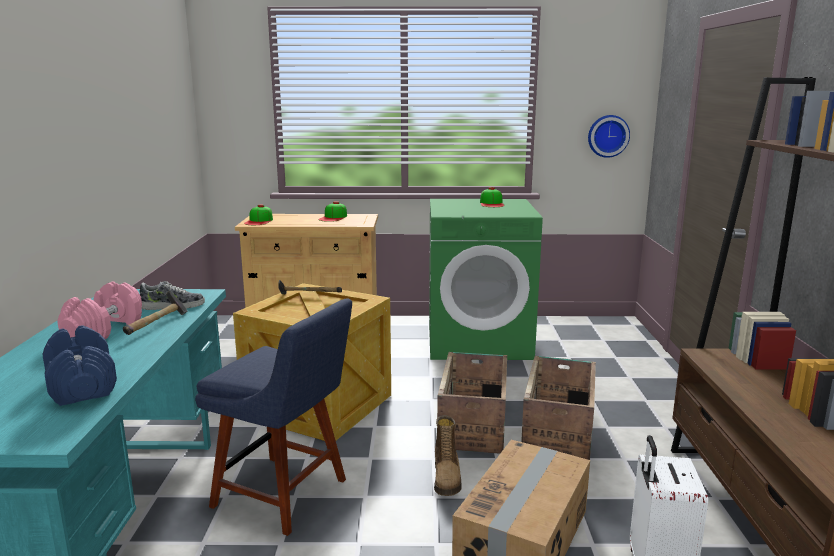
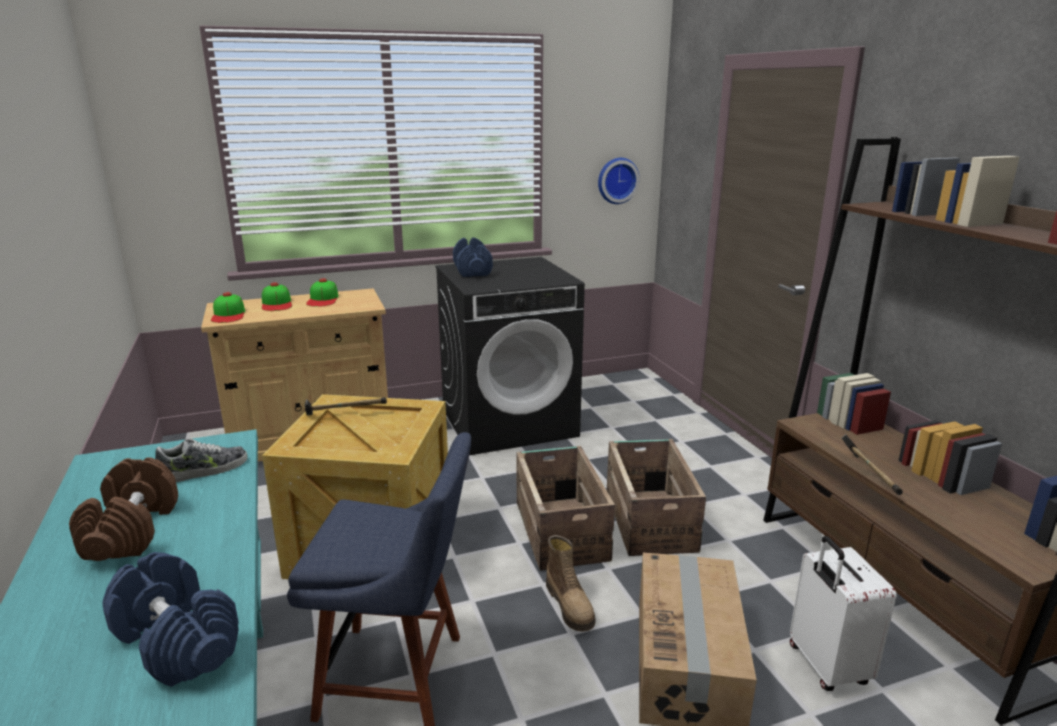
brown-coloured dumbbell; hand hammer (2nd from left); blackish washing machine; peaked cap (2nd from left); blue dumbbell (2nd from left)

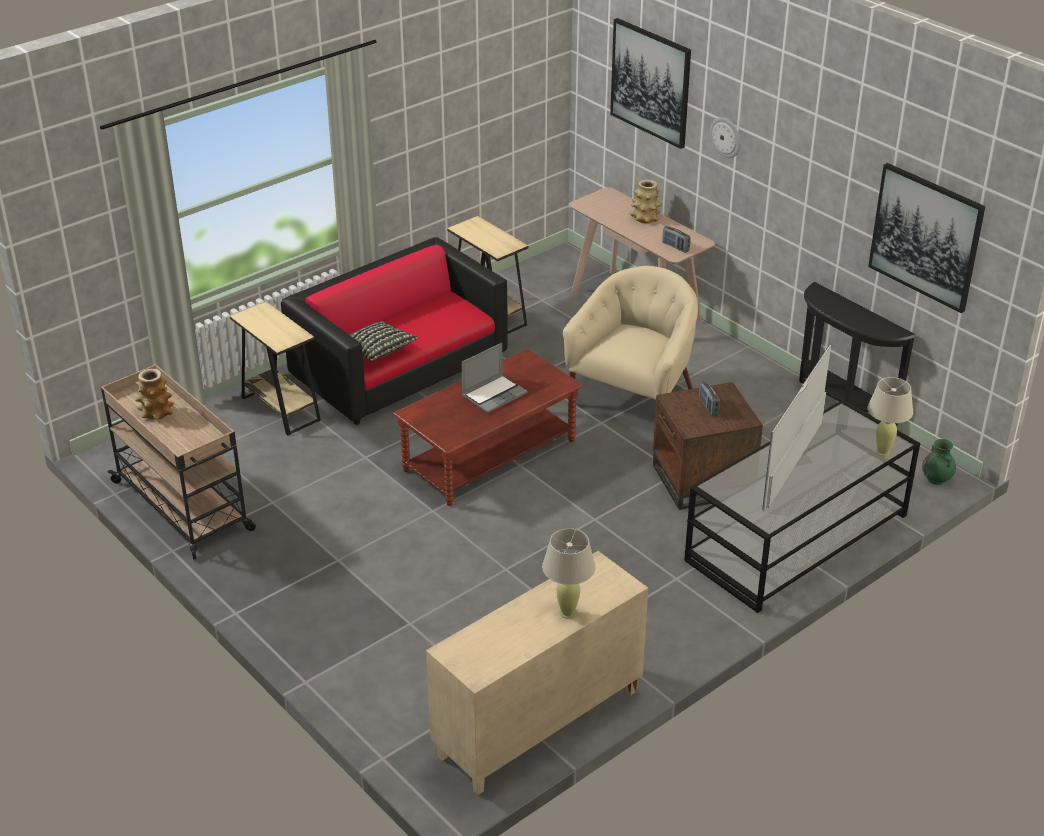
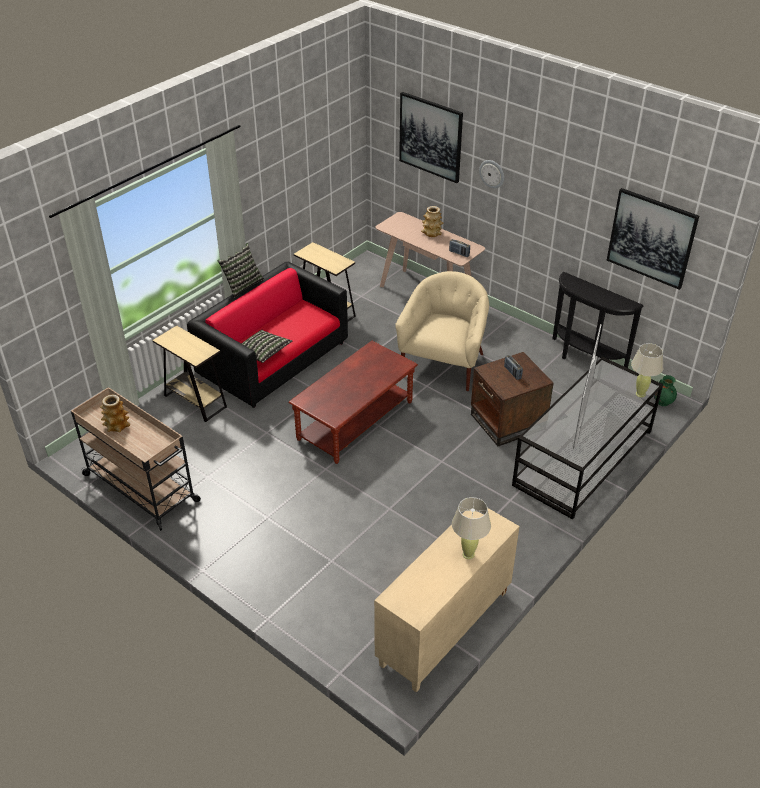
notebook computer; throw pillow (1st from left)

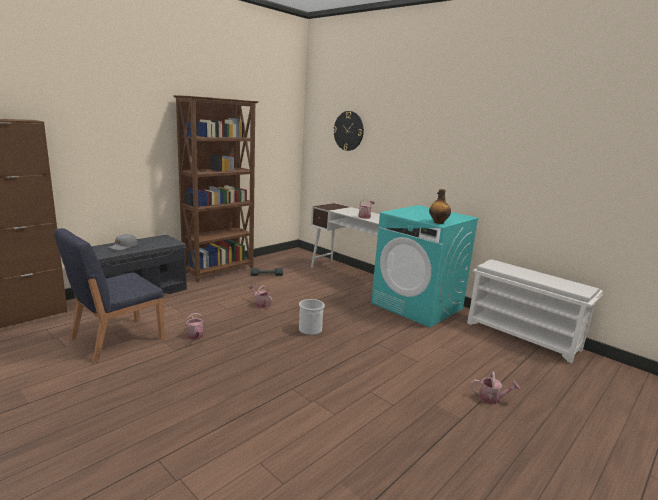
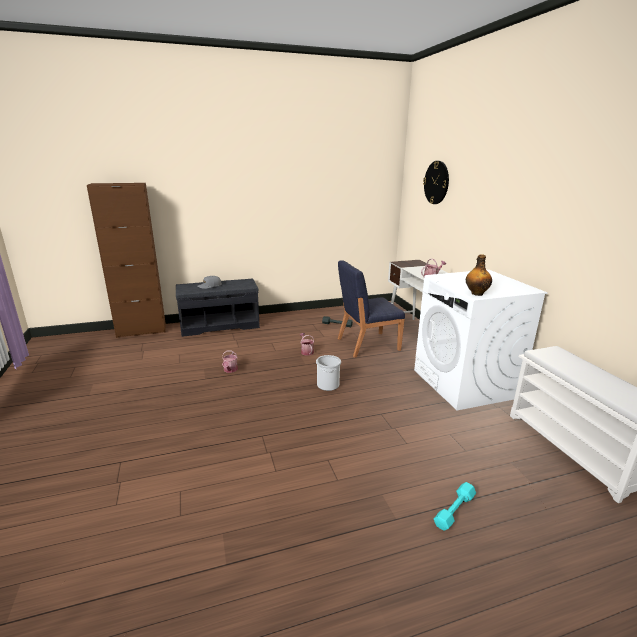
blue chair; brown-coloured shelving unit; white-coloured washing machine; turquoise-coloured dumbbell

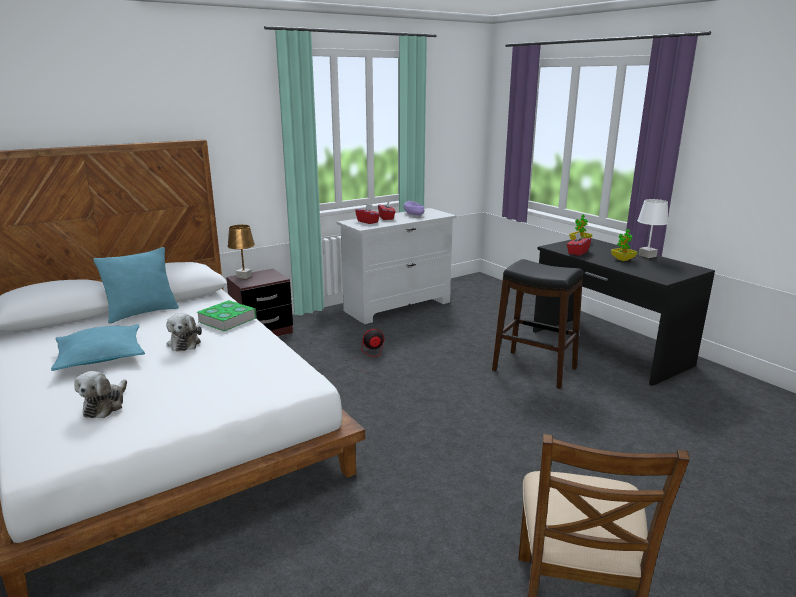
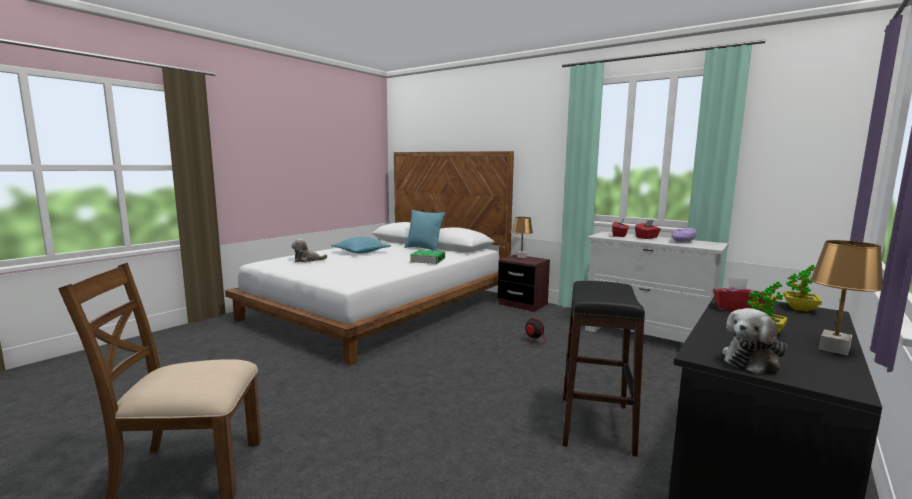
soft toy (2nd from left); brown-coloured tabletop lamp (2nd from left)

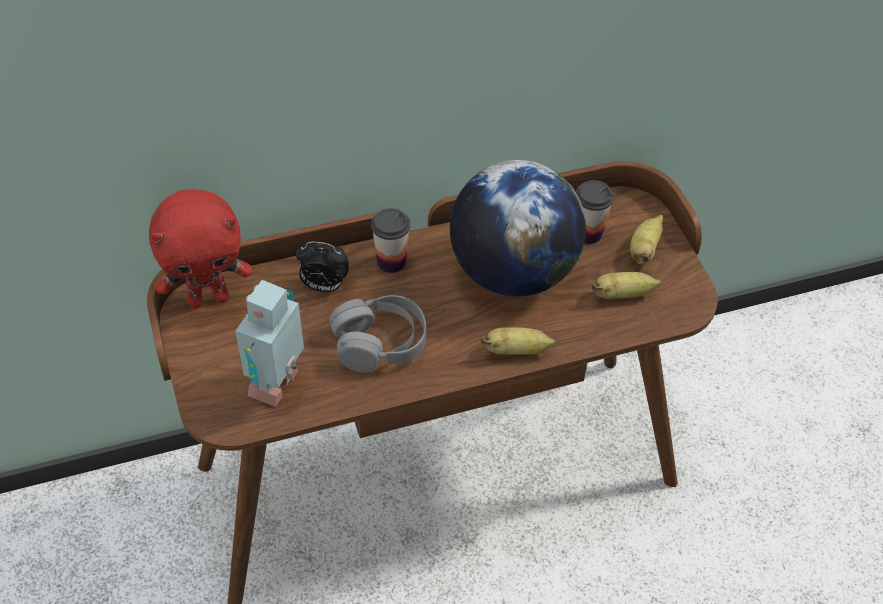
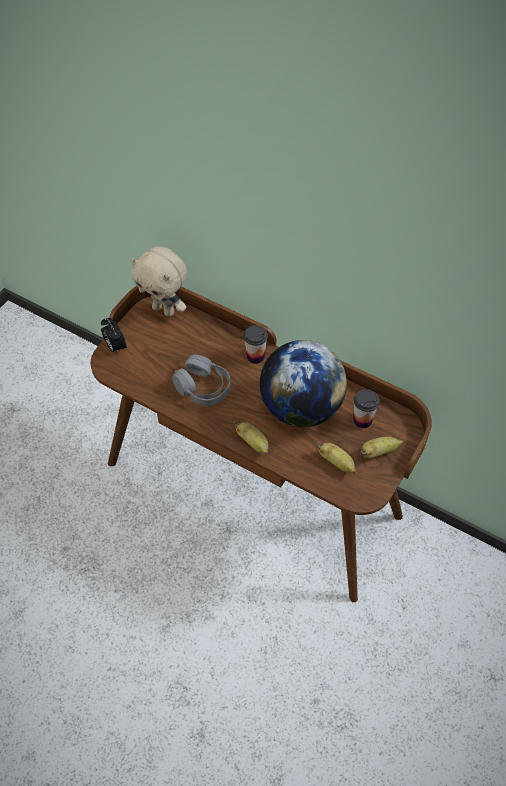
beige-coloured soft toy; toy robot; alarm clock

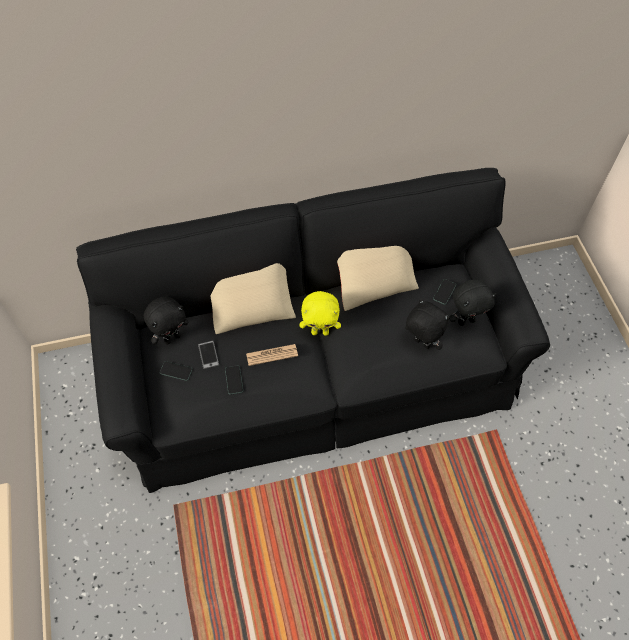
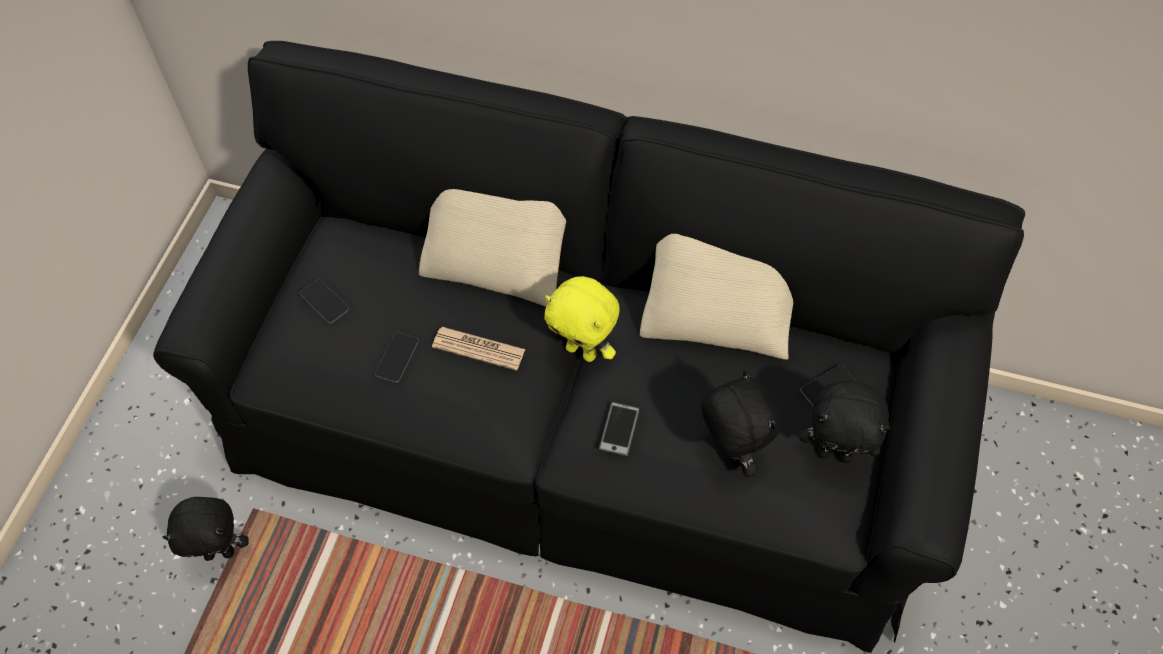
blackish soft toy (1st from left); telephone (3rd from left)

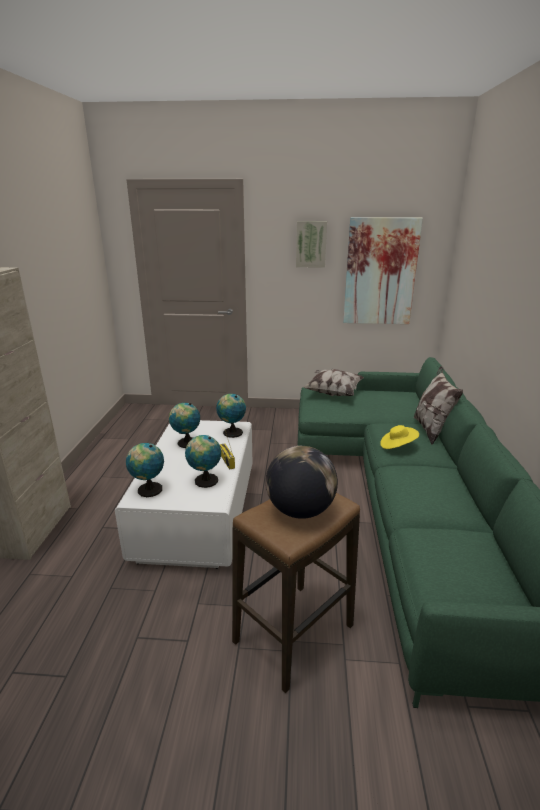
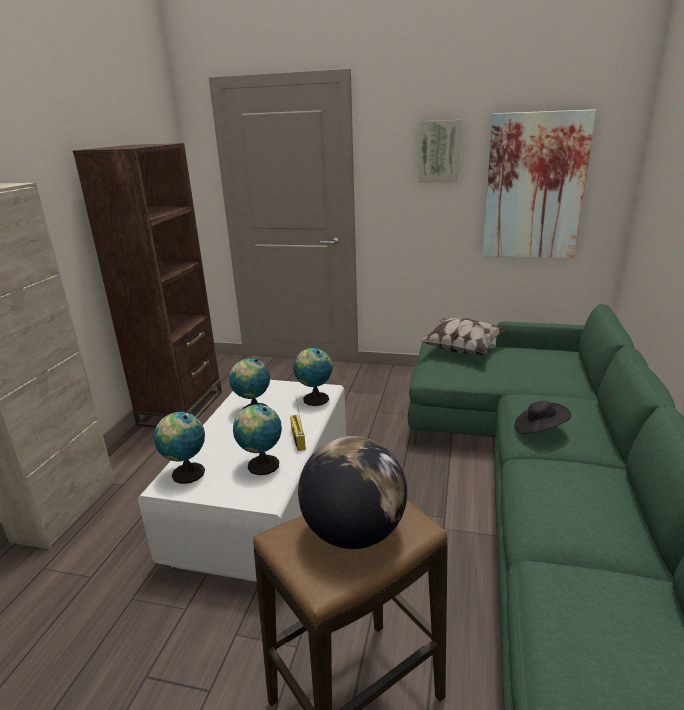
blackish clothing hat; throw pillow (2nd from left in the first image); brown-coloured shelving unit

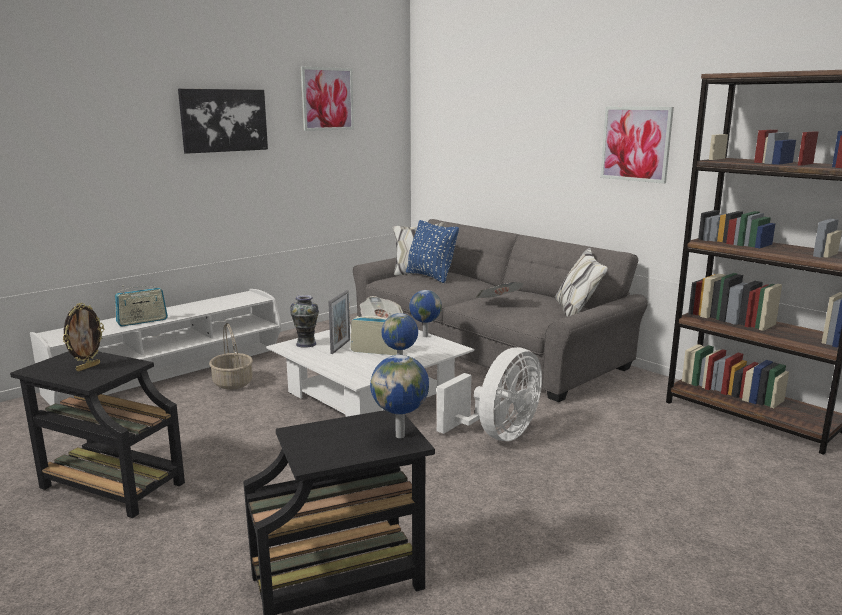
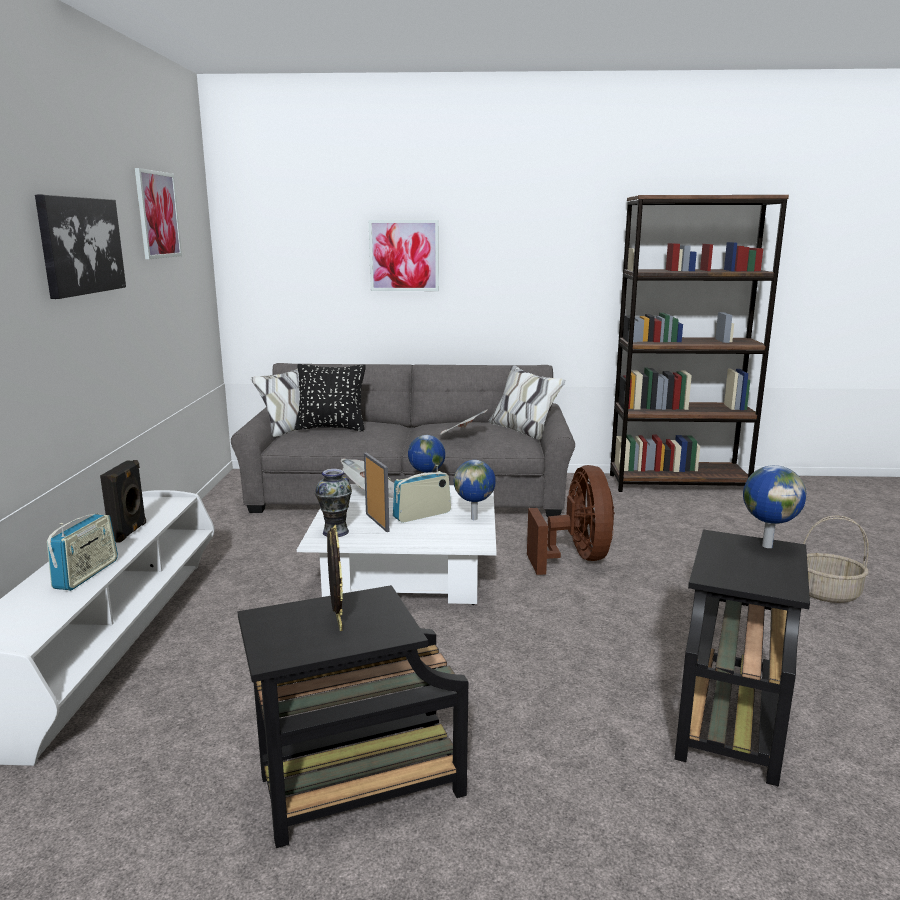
storage basket; blackish throw pillow; brown-coloured fan; wall art (3rd from left); blackish loudspeaker

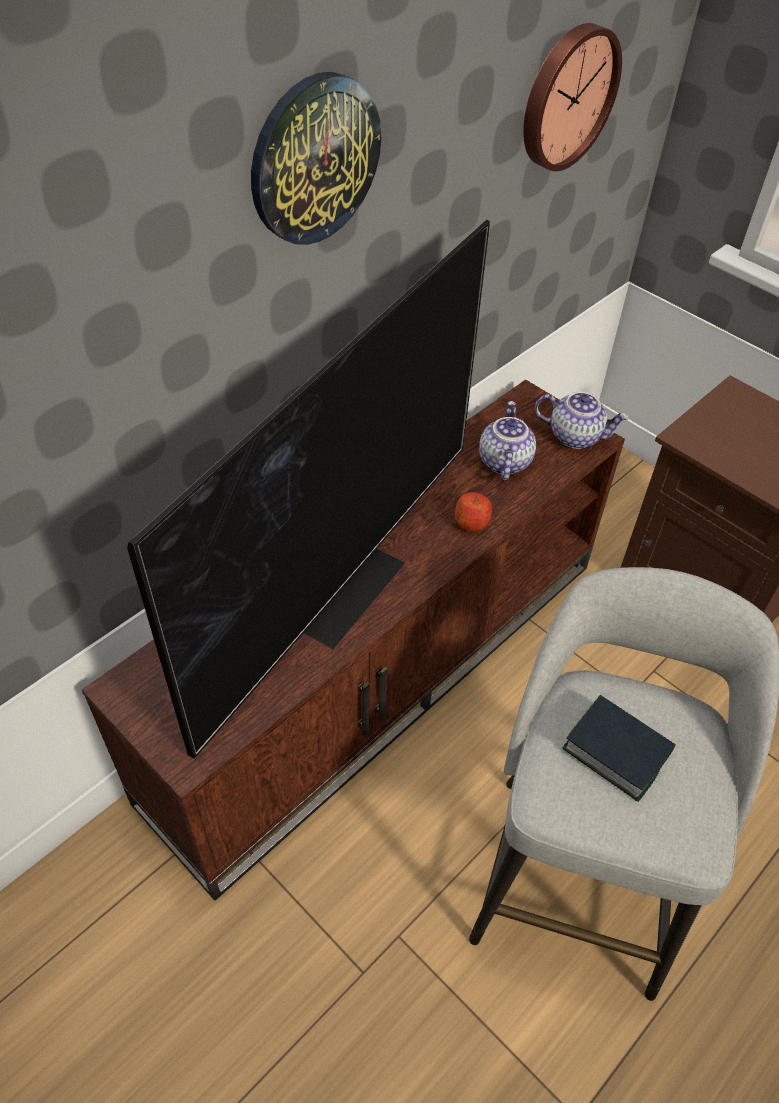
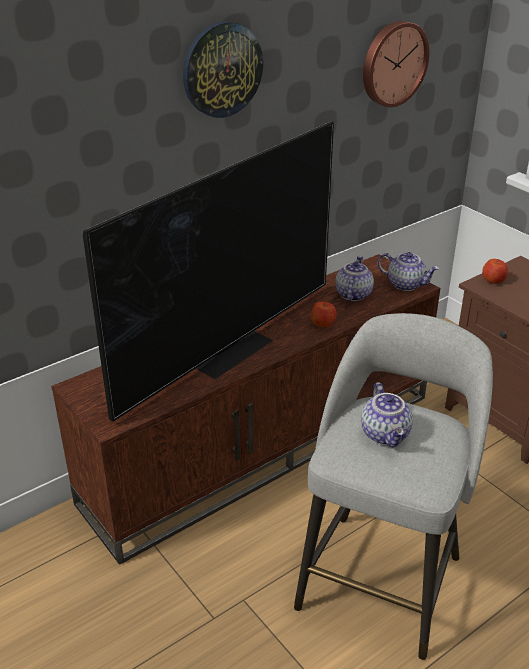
pot for tea (2nd from left); apple fruit (2nd from left)

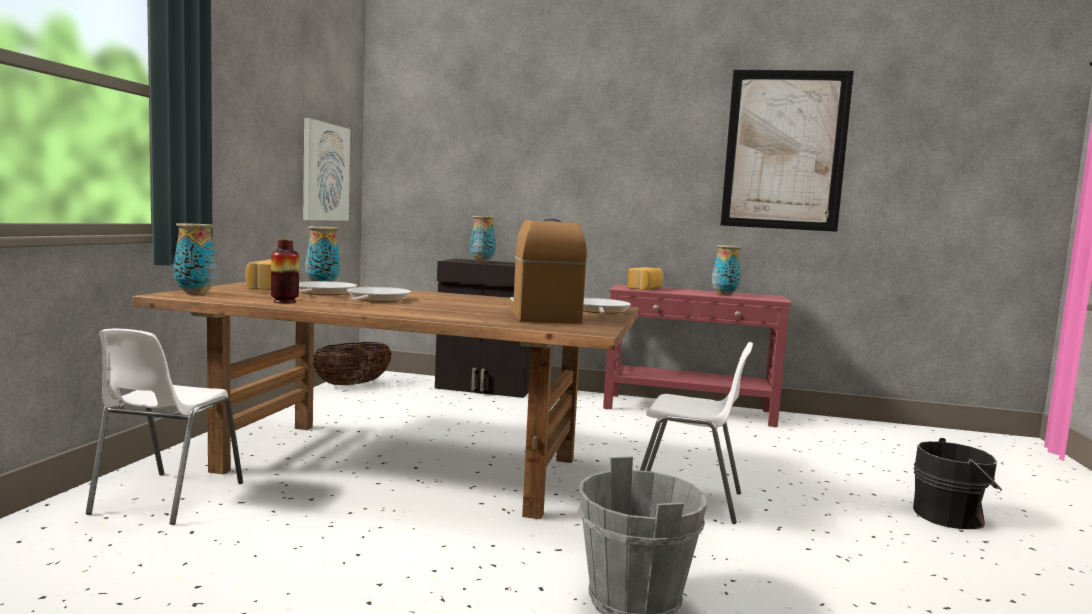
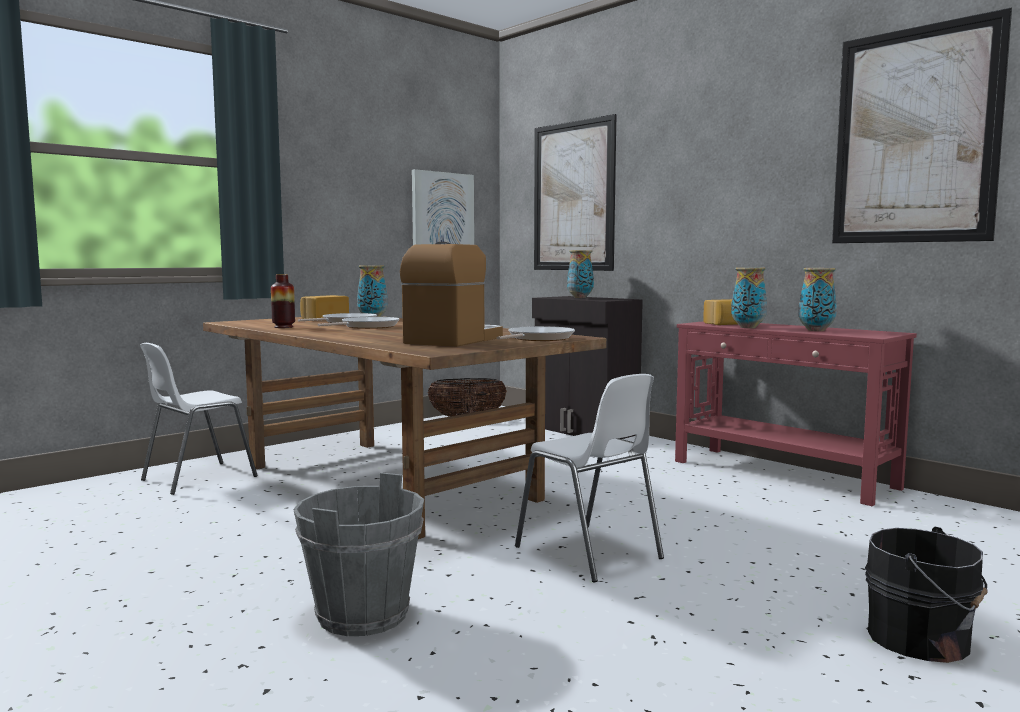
flower vase (4th from left); wall art (2nd from left)

